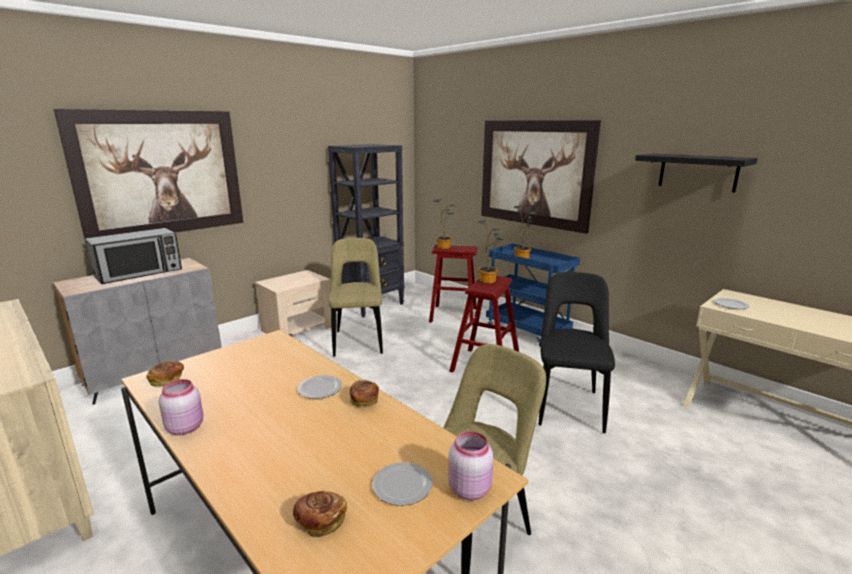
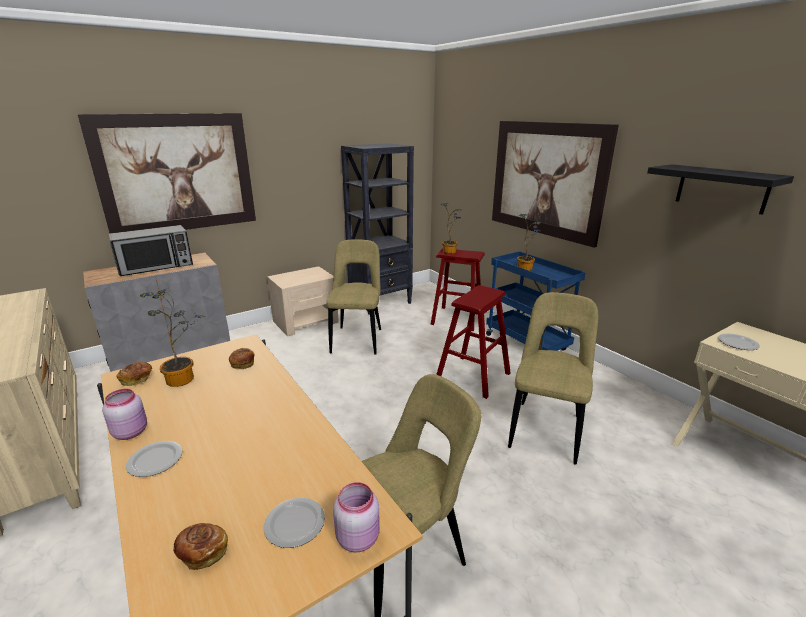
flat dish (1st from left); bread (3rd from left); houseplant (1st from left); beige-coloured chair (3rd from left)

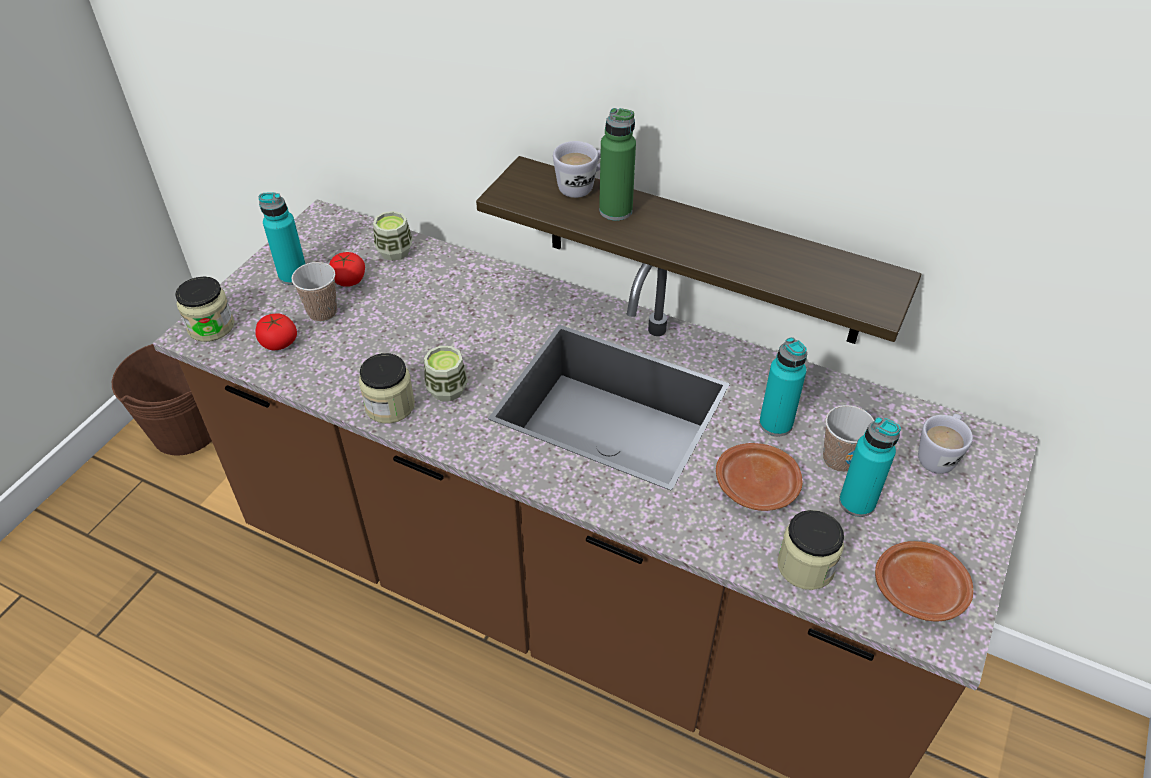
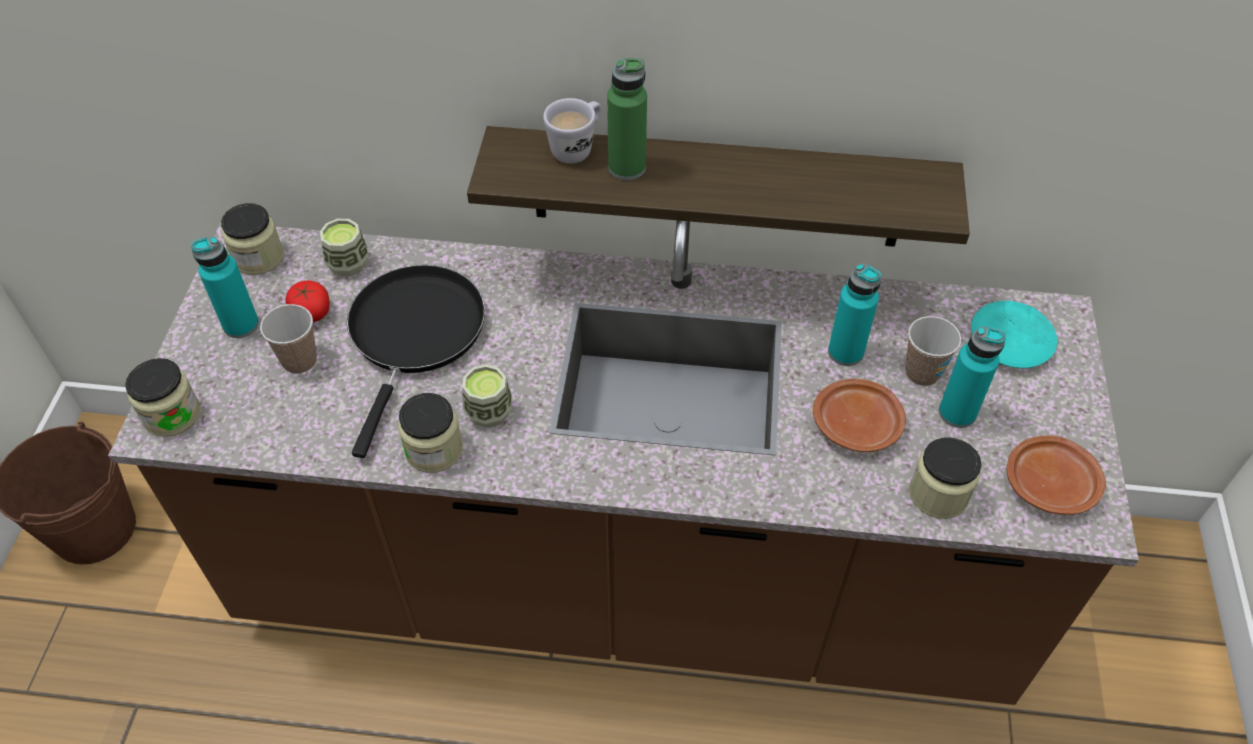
tomato (1st from left in the first image); turquoise-coloured flat dish; preserve jar (2nd from left); blackish frying pan

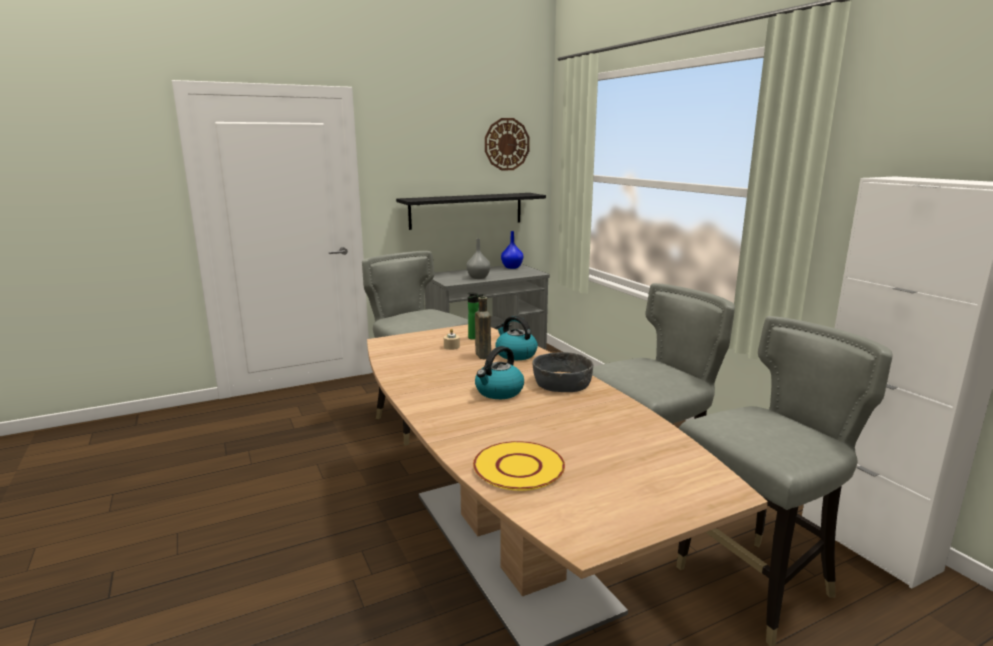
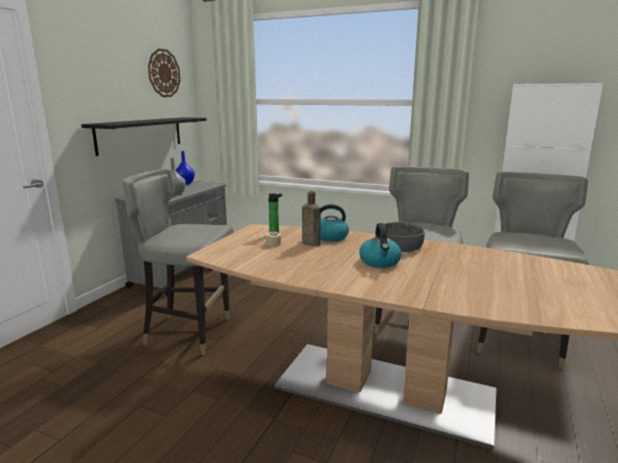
yellow-coloured flat dish

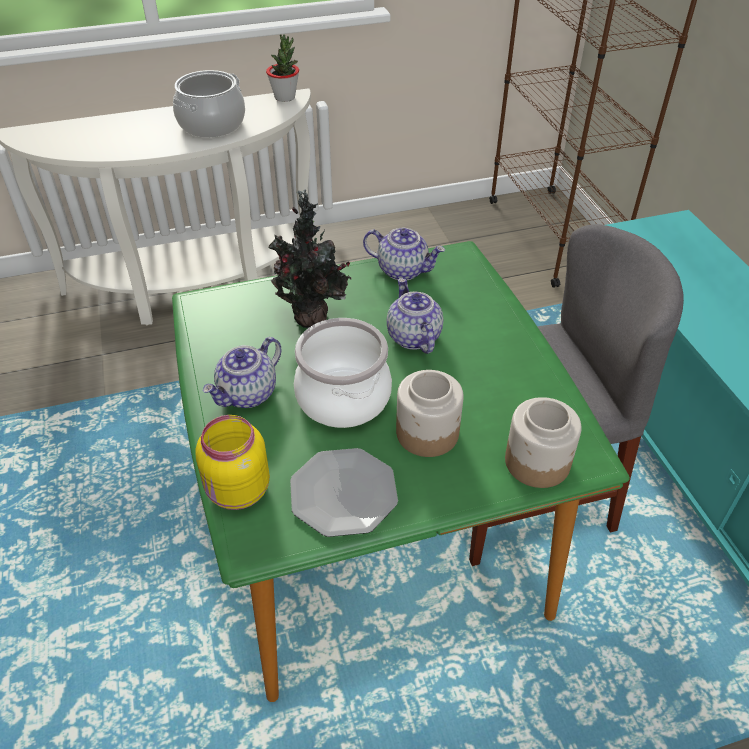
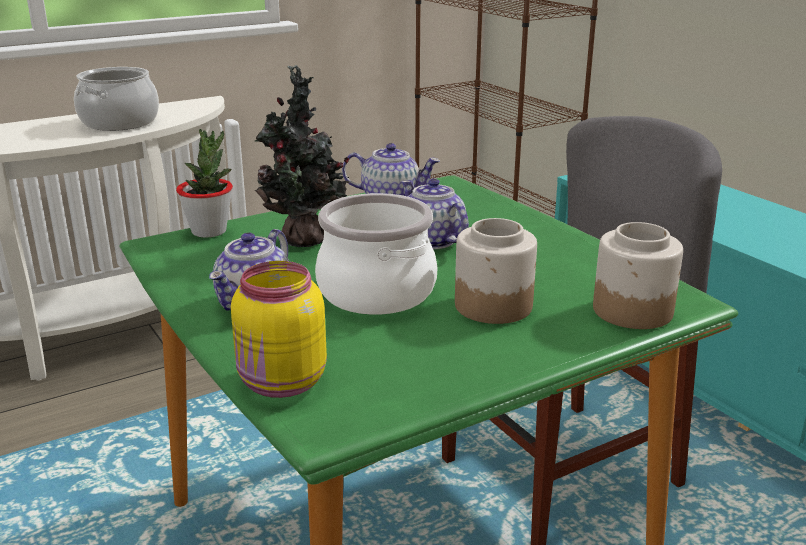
houseplant (1st from left); flat dish

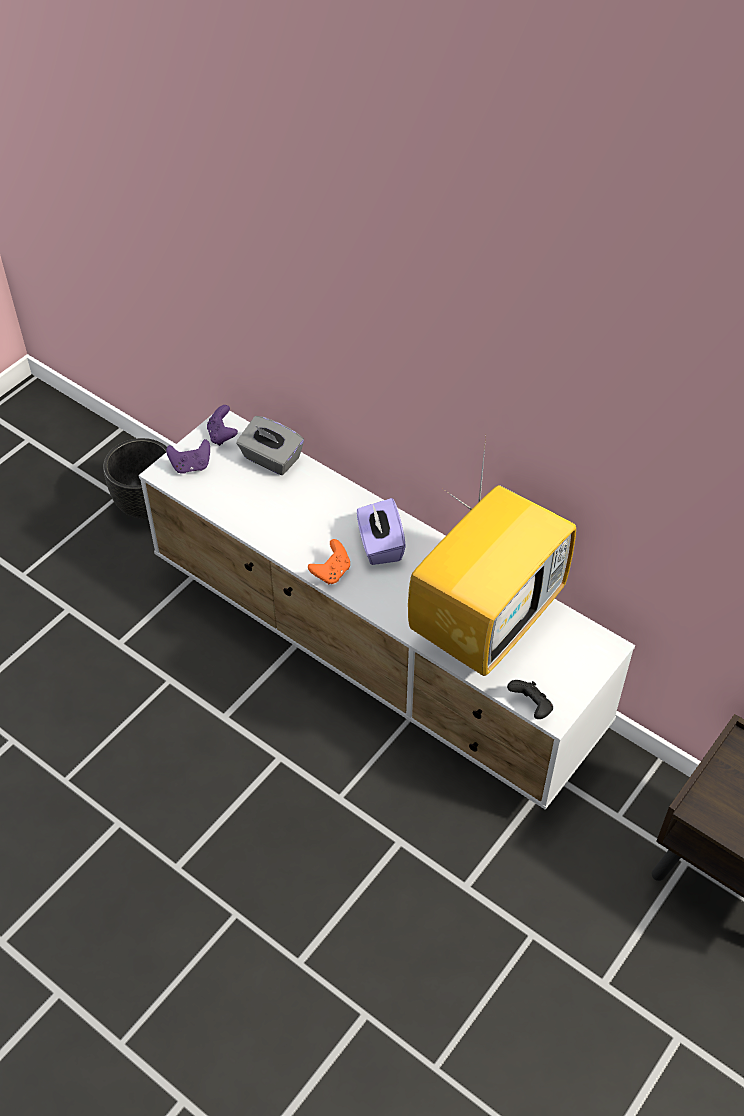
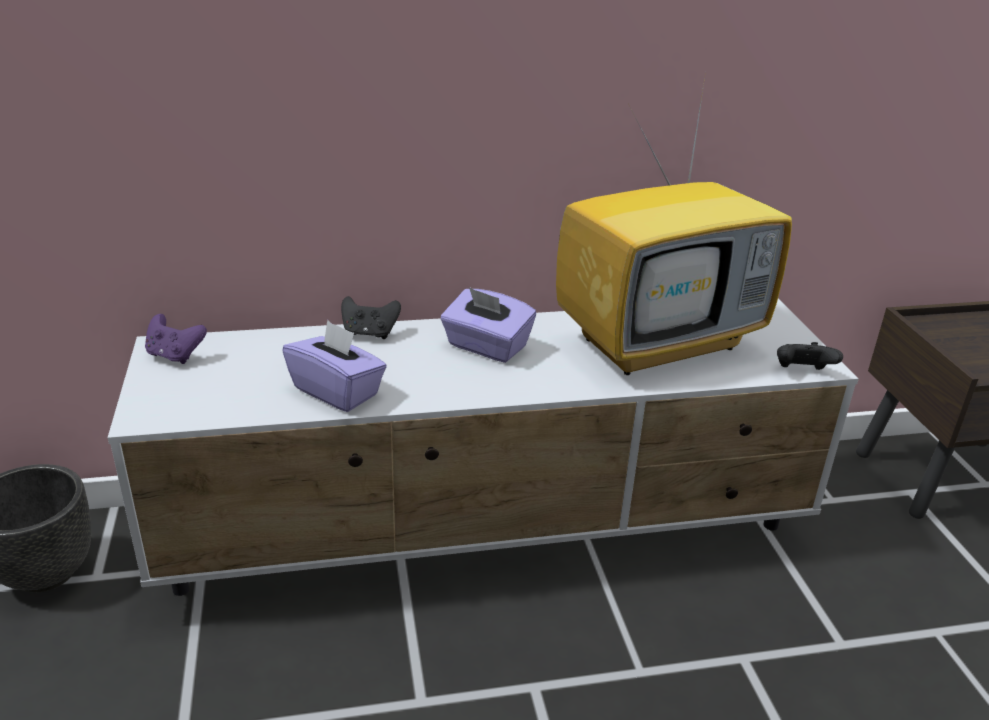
purple-coloured gamepad (1st from left in the first image); greyish tissue holder; orange-coloured gamepad; TV set; purple-coloured tissue holder (1st from left); blackish gamepad (1st from left)

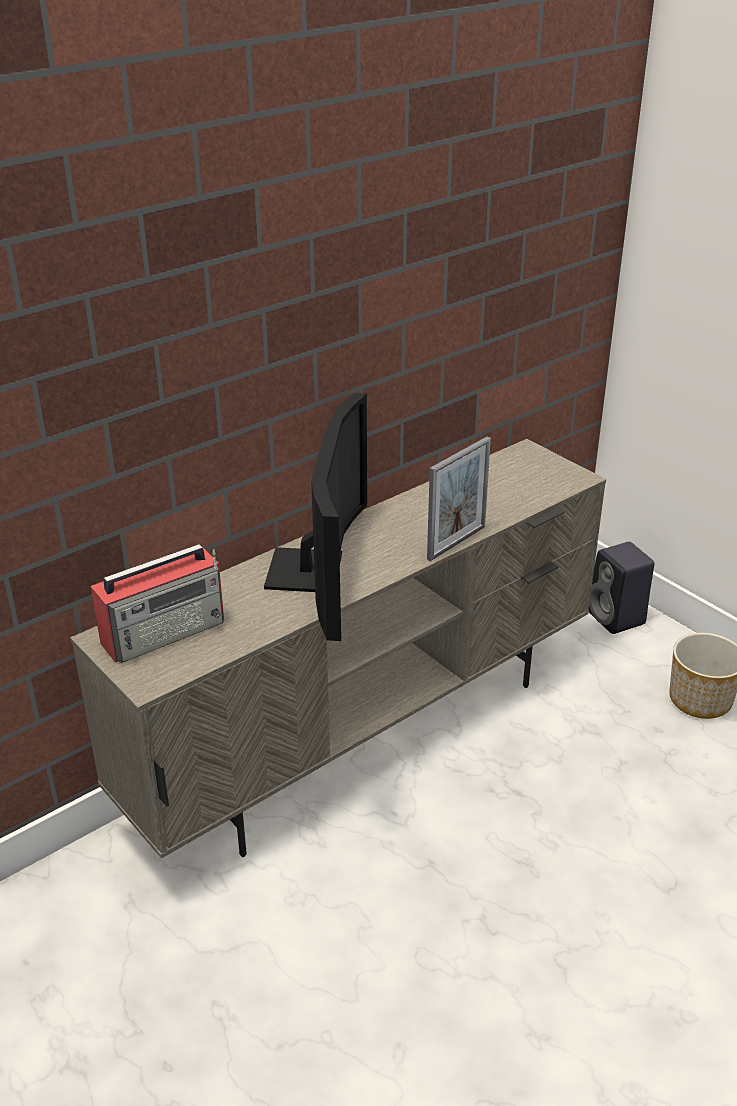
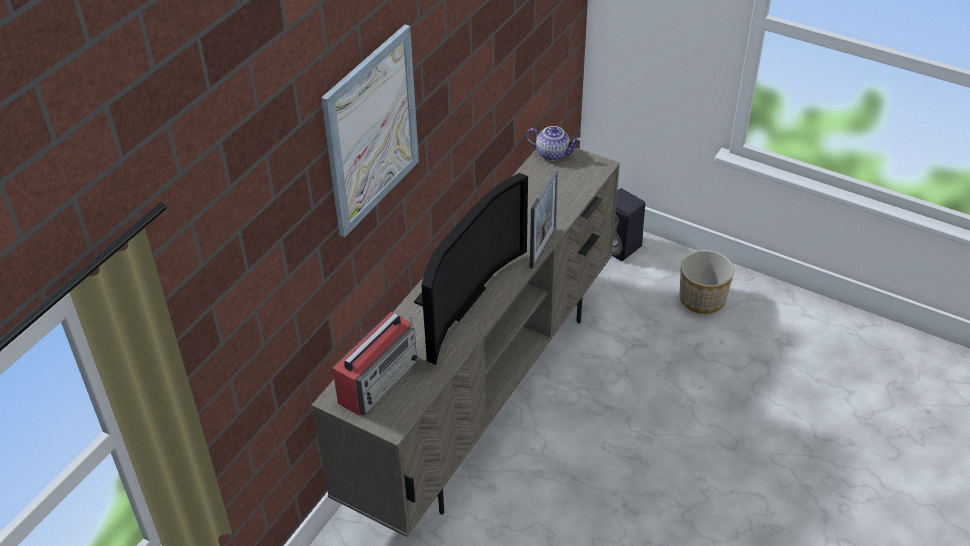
TV set; wall art; pot for tea

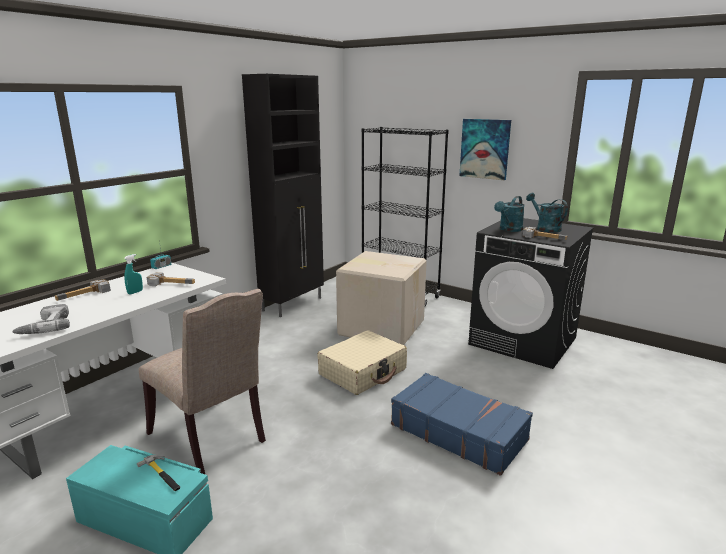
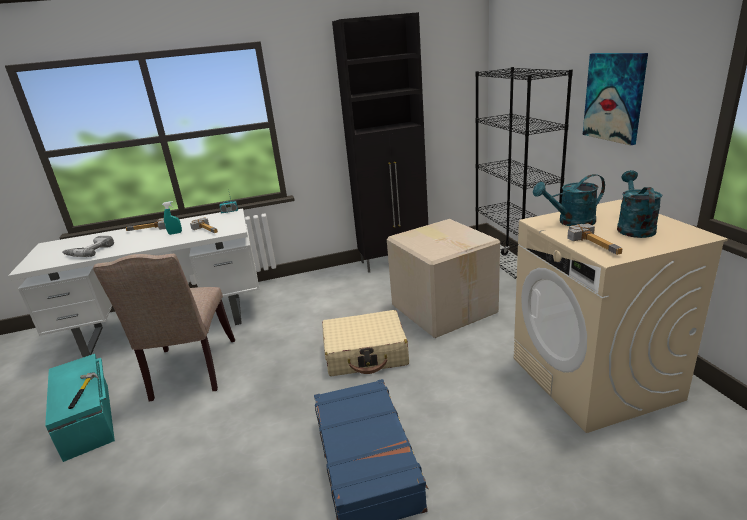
beige-coloured washing machine

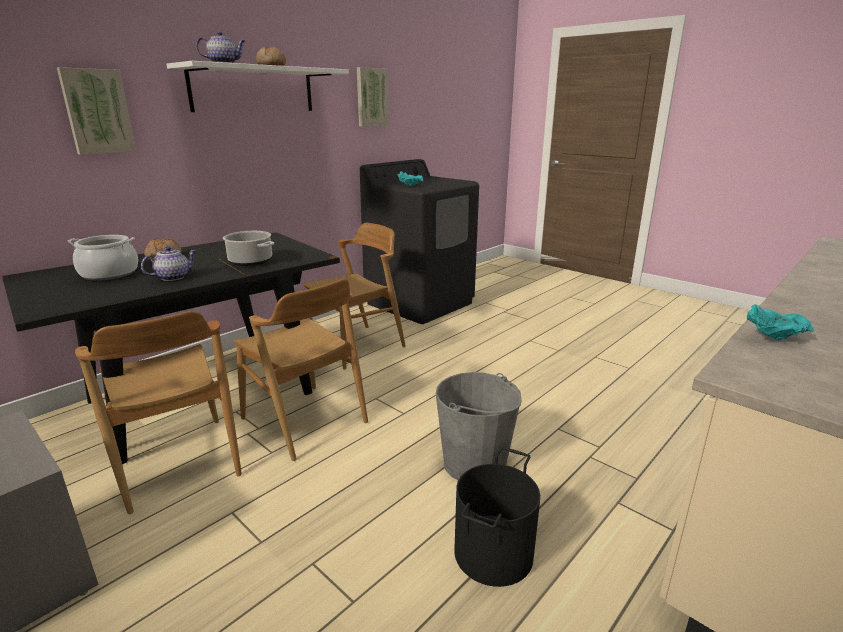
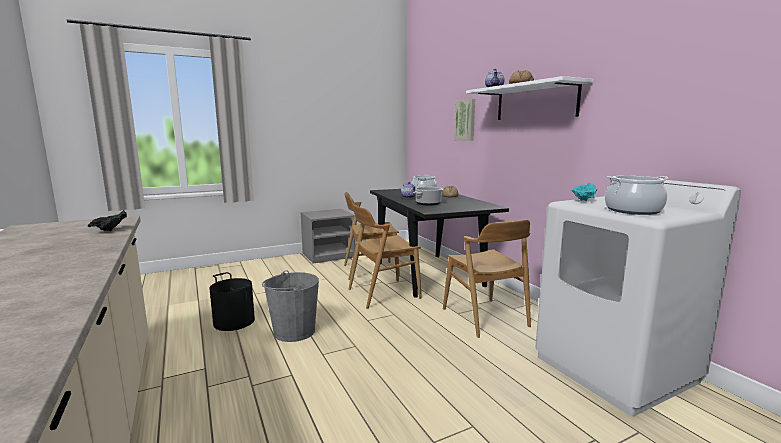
wall art (2nd from left in the first image); white-coloured washing machine; blackish serving bowl; stockpot (3rd from left)

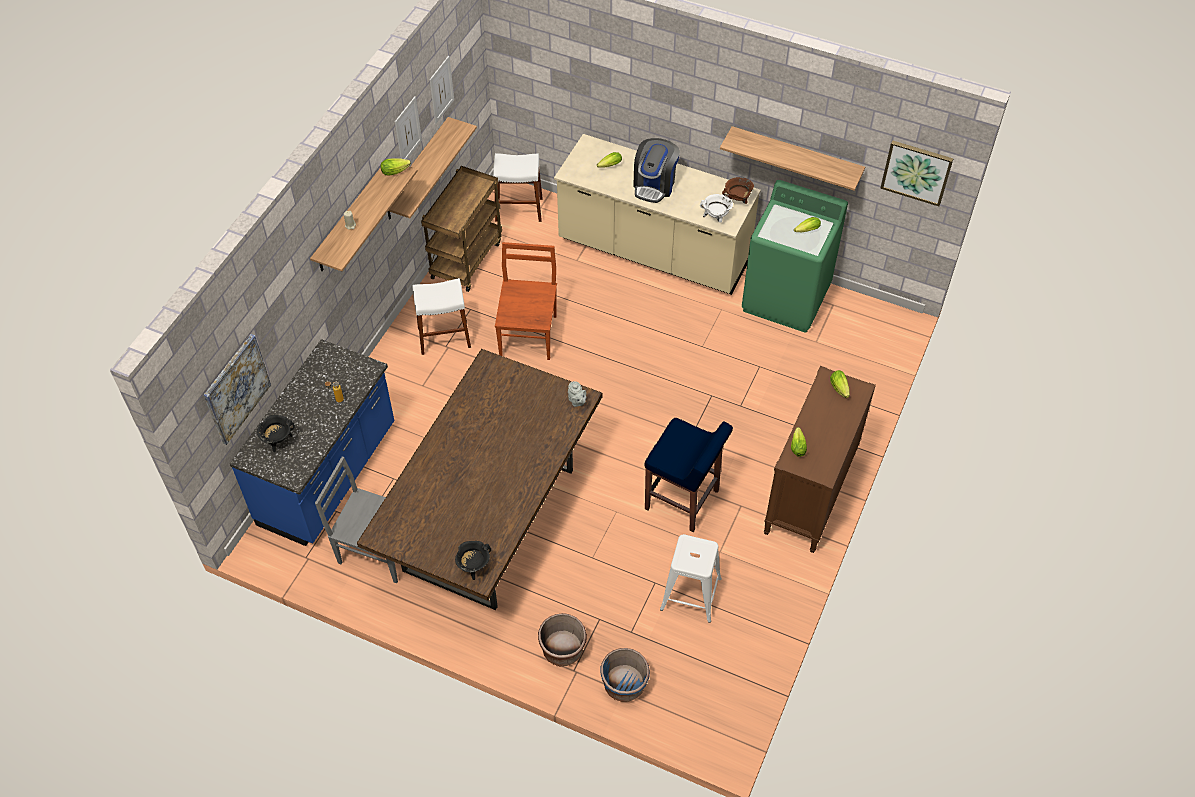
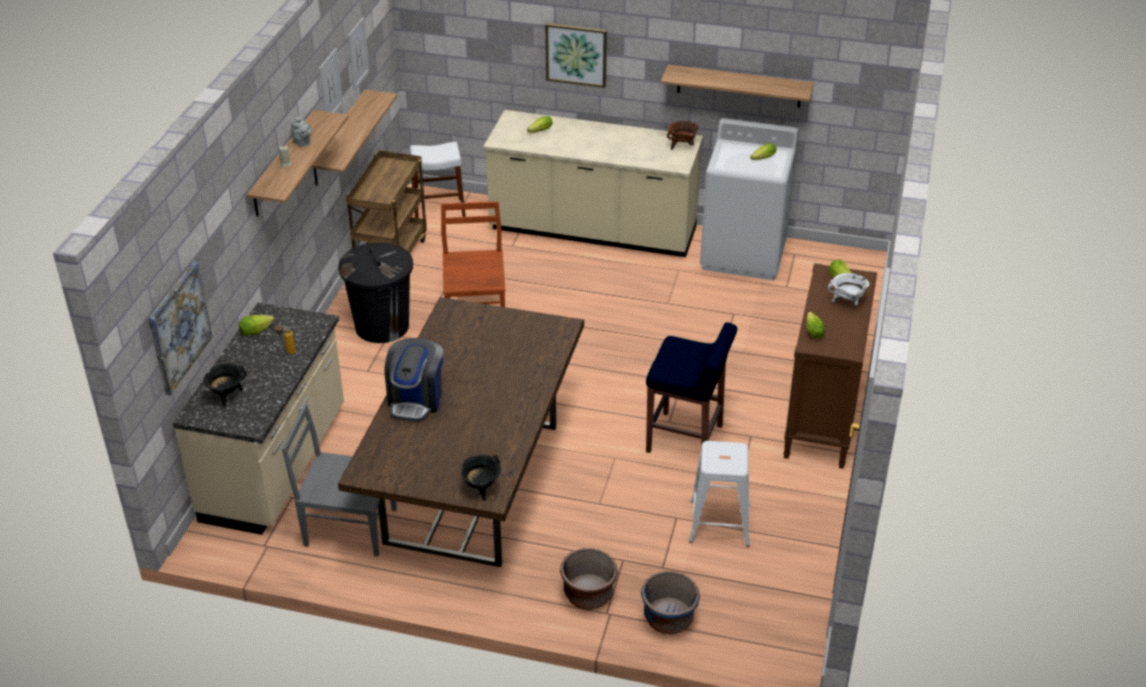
beige-coloured kitchen base unit (1st from left); lettuce head (1st from left); blackish trash can; greyish pot for tea; coffee machine; white-coloured stockpot; white-coloured washing machine; wall art (4th from left)

